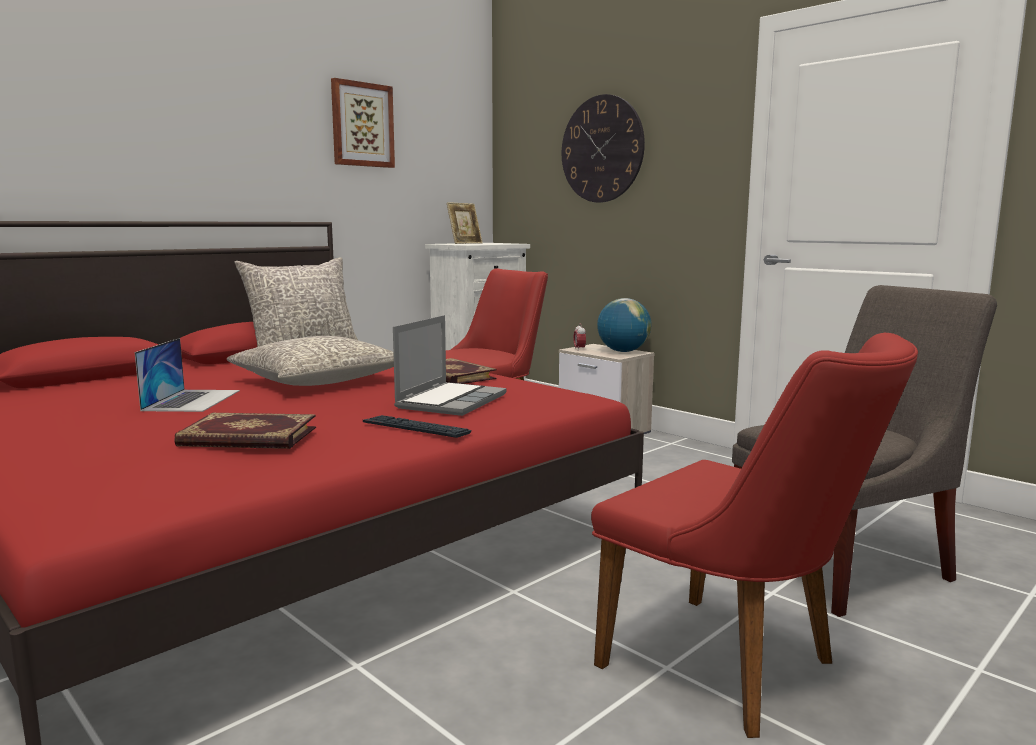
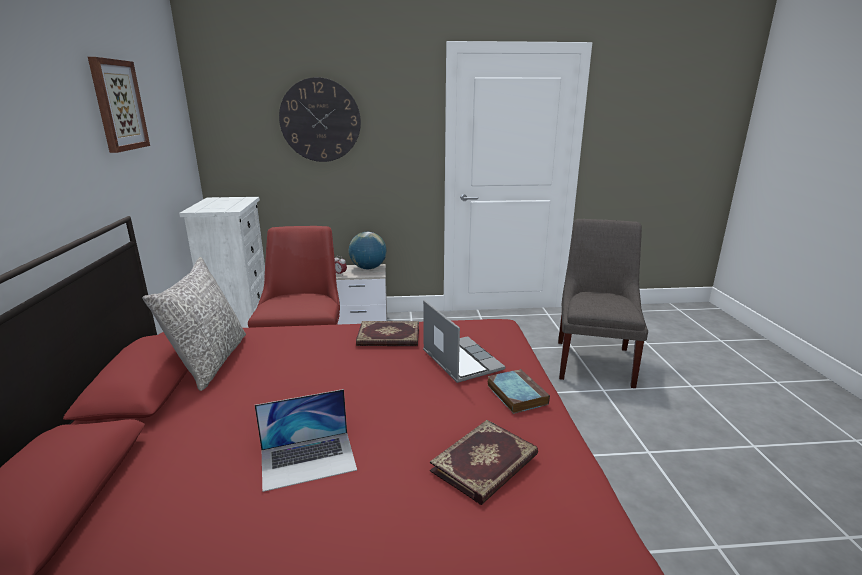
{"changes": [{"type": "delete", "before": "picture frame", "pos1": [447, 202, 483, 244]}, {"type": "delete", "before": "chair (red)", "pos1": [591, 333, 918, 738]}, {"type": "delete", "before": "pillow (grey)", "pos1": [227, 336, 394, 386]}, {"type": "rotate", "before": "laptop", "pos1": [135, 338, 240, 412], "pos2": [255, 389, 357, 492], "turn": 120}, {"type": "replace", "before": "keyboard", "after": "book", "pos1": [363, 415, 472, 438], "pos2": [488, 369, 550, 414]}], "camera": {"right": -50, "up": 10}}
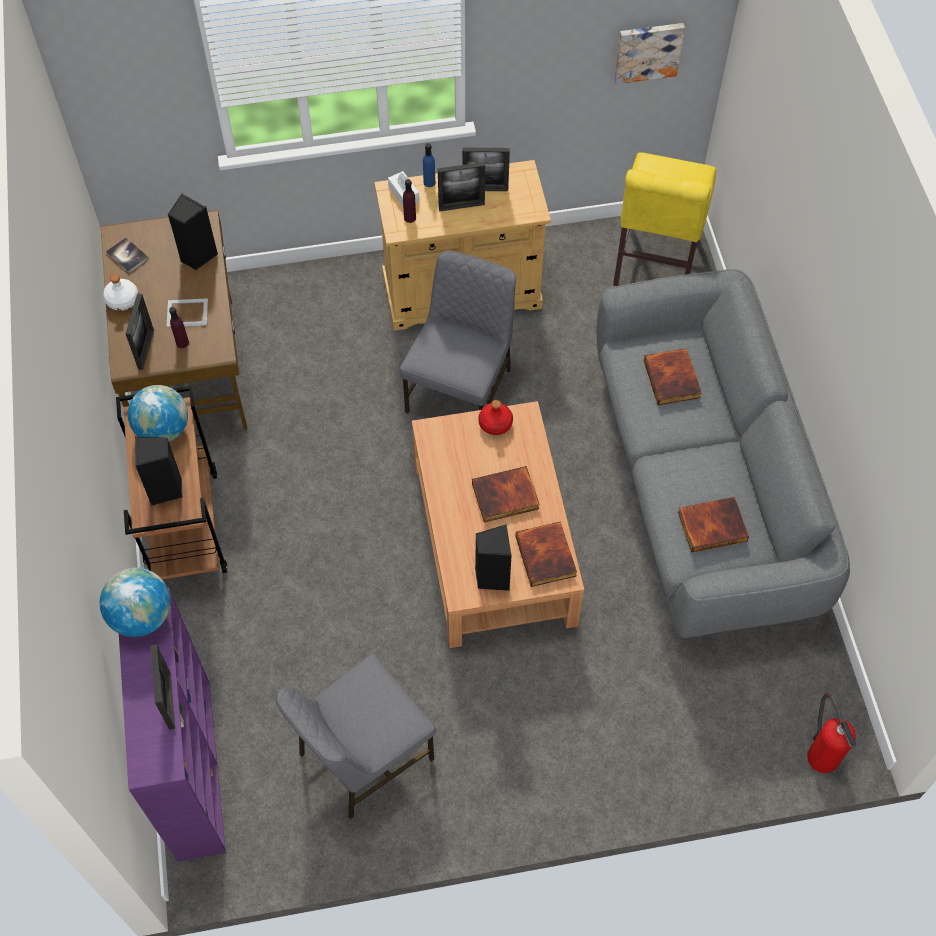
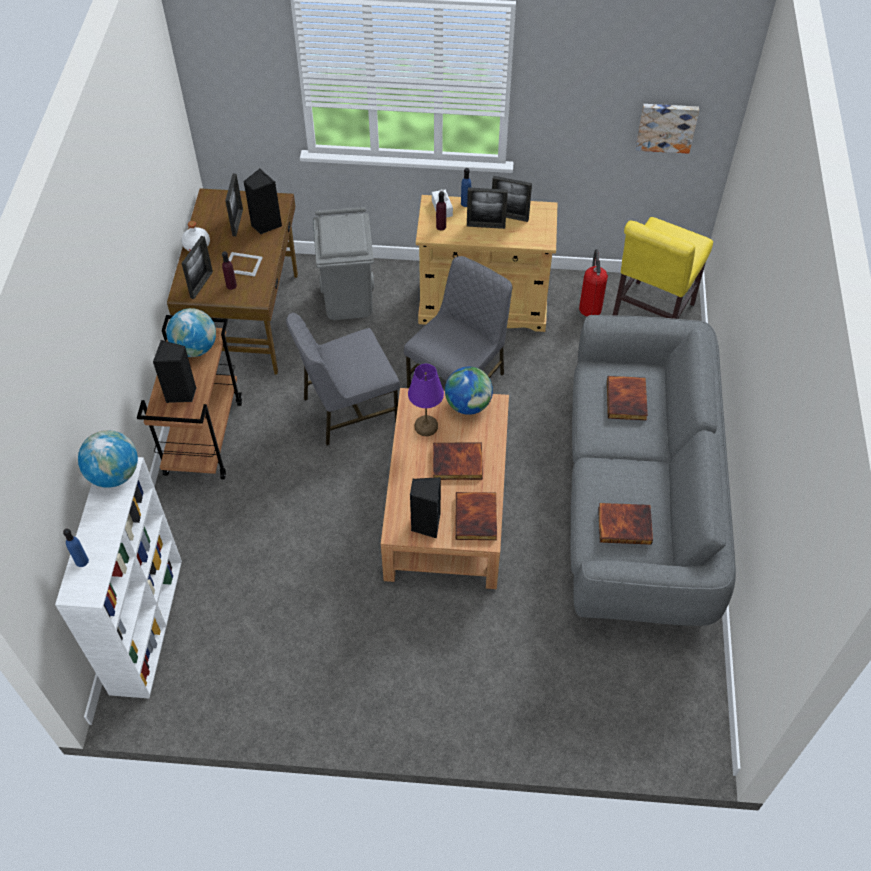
{"changes": [{"type": "delete", "before": "book", "pos1": [106, 237, 149, 273]}, {"type": "replace", "before": "bottle (red)", "after": "globe", "pos1": [478, 400, 513, 435], "pos2": [445, 367, 493, 415]}, {"type": "recolor", "before": "bookcase (purple)", "after": "bookcase (white)", "pos1": [119, 587, 226, 862], "pos2": [55, 457, 182, 699]}, {"type": "move", "before": "picture frame", "pos1": [151, 644, 175, 730], "pos2": [225, 174, 243, 236]}, {"type": "move", "before": "chair (grey)", "pos1": [276, 654, 436, 819], "pos2": [286, 313, 400, 446]}, {"type": "move", "before": "fire extinguisher", "pos1": [807, 692, 856, 773], "pos2": [579, 249, 608, 317]}, {"type": "insert", "after": "trash can (grey)", "pos2": [313, 207, 374, 320]}, {"type": "insert", "after": "table lamp (purple)", "pos2": [408, 364, 444, 436]}, {"type": "insert", "after": "bottle (blue)", "pos2": [63, 529, 89, 567]}], "camera": {"right": 15, "up": -5}}
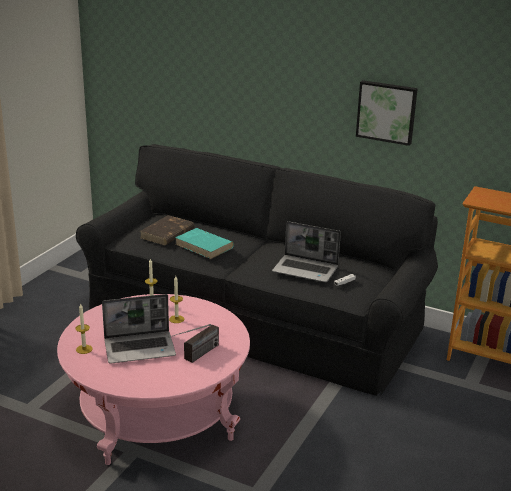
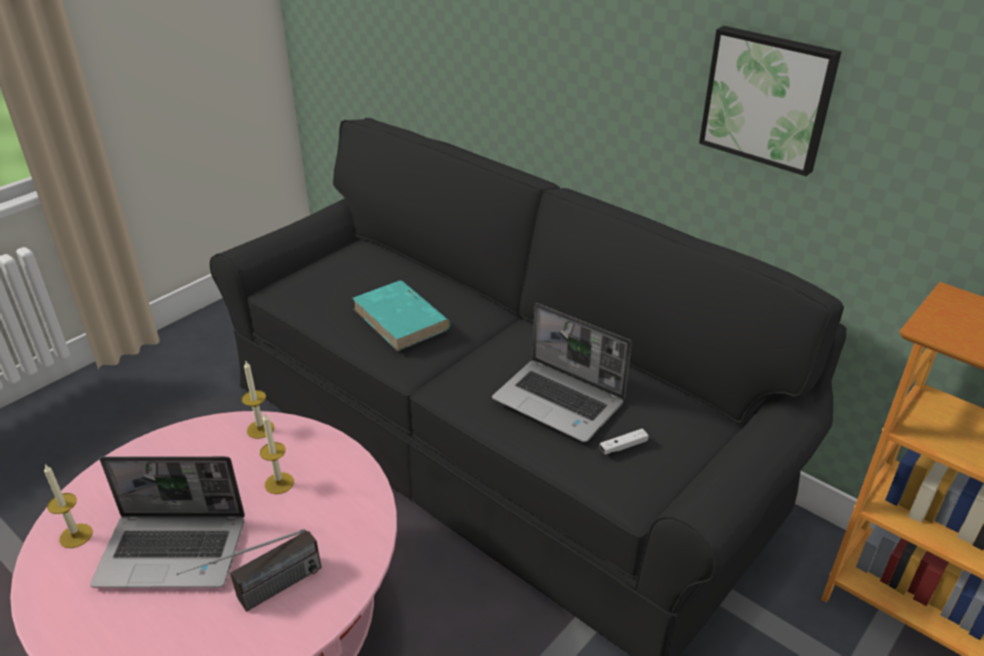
{"changes": [{"type": "delete", "before": "book (brown)", "pos1": [140, 215, 195, 245]}], "camera": {"right": 15, "up": 10}}
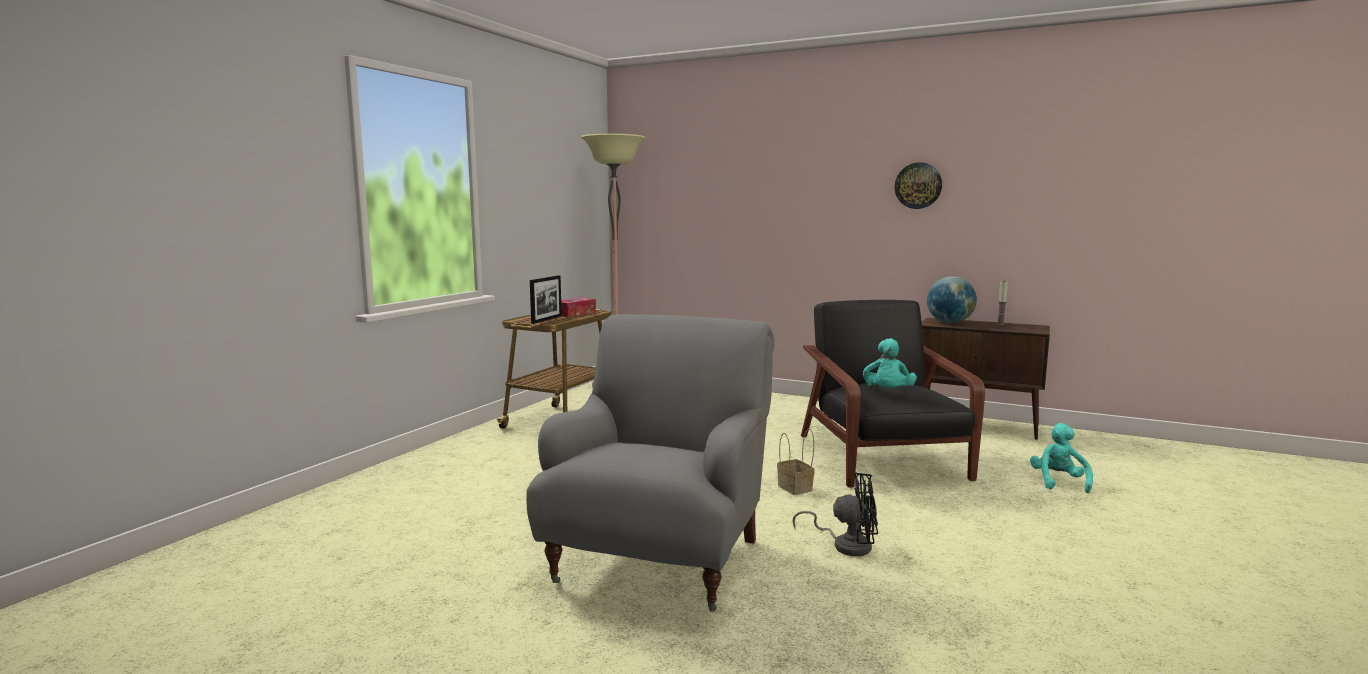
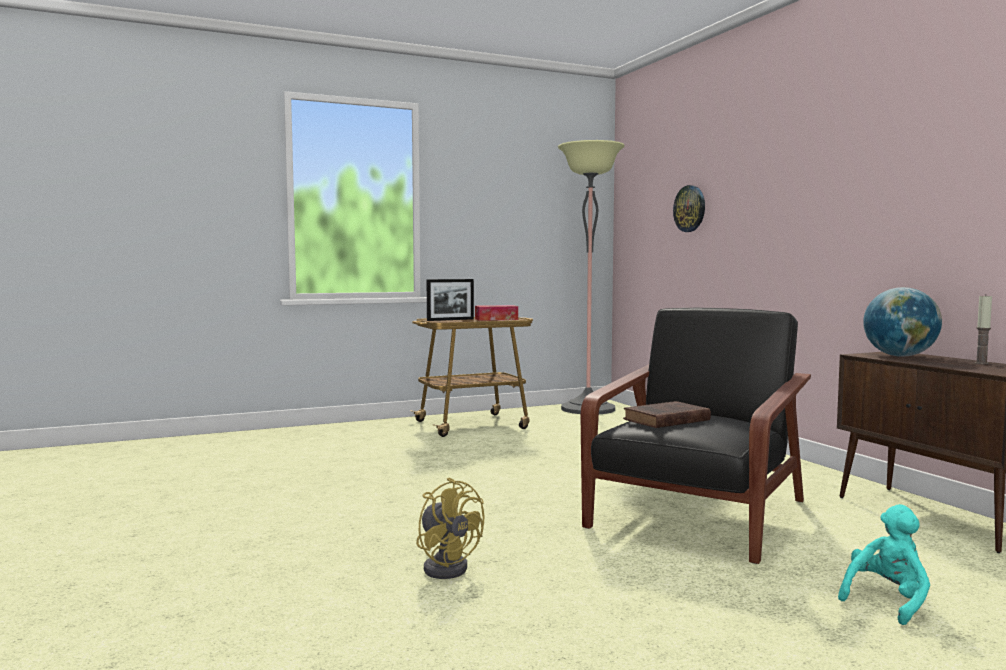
{"changes": [{"type": "move", "before": "wall clock", "pos1": [895, 162, 942, 209], "pos2": [673, 185, 705, 232]}, {"type": "delete", "before": "armchair (grey)", "pos1": [526, 314, 774, 612]}, {"type": "replace", "before": "plush toy (turquoise)", "after": "book (brown)", "pos1": [863, 338, 917, 388], "pos2": [623, 401, 711, 428]}, {"type": "delete", "before": "basket", "pos1": [777, 429, 815, 495]}, {"type": "recolor", "before": "fan (black)", "after": "fan (yellow)", "pos1": [793, 472, 878, 556], "pos2": [416, 477, 484, 579]}], "camera": {"right": 40, "up": -5}}
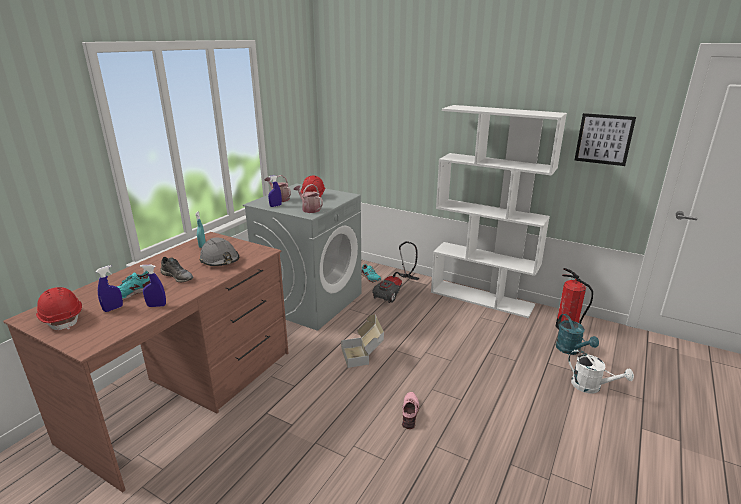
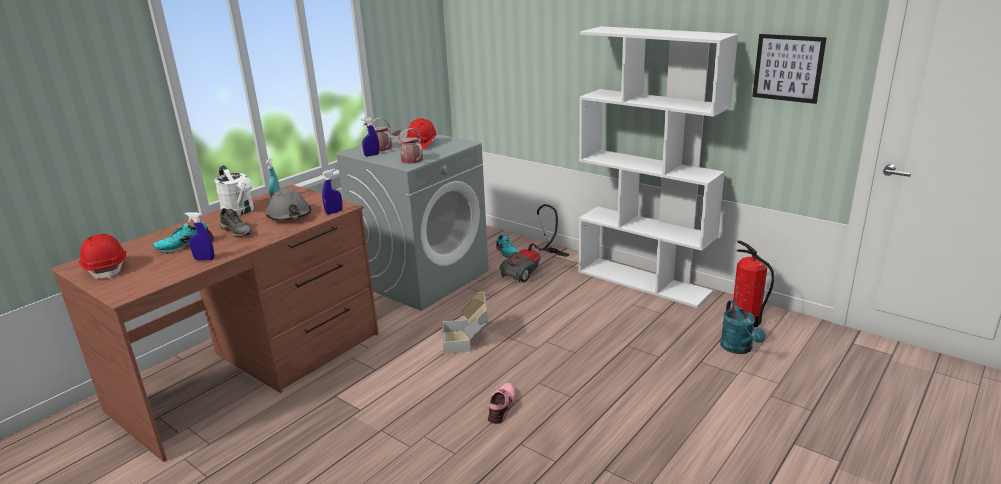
{"changes": [{"type": "move", "before": "spray bottle (blue)", "pos1": [96, 265, 123, 312], "pos2": [322, 169, 343, 215]}, {"type": "move", "before": "watering can (white)", "pos1": [568, 350, 634, 394], "pos2": [214, 165, 254, 215]}], "camera": {"right": 10, "up": 0}}
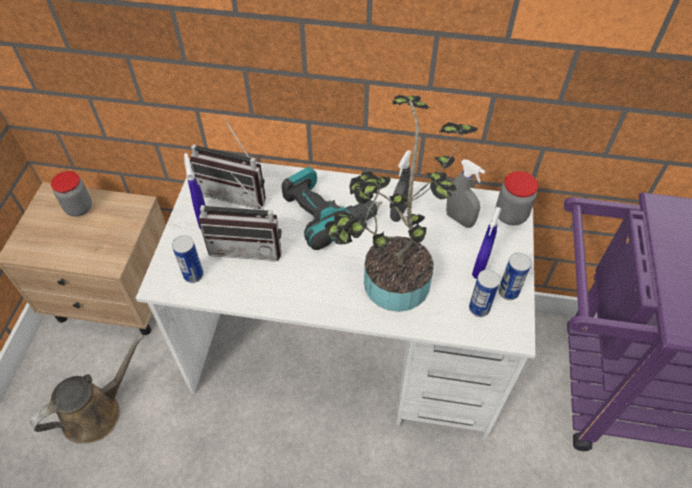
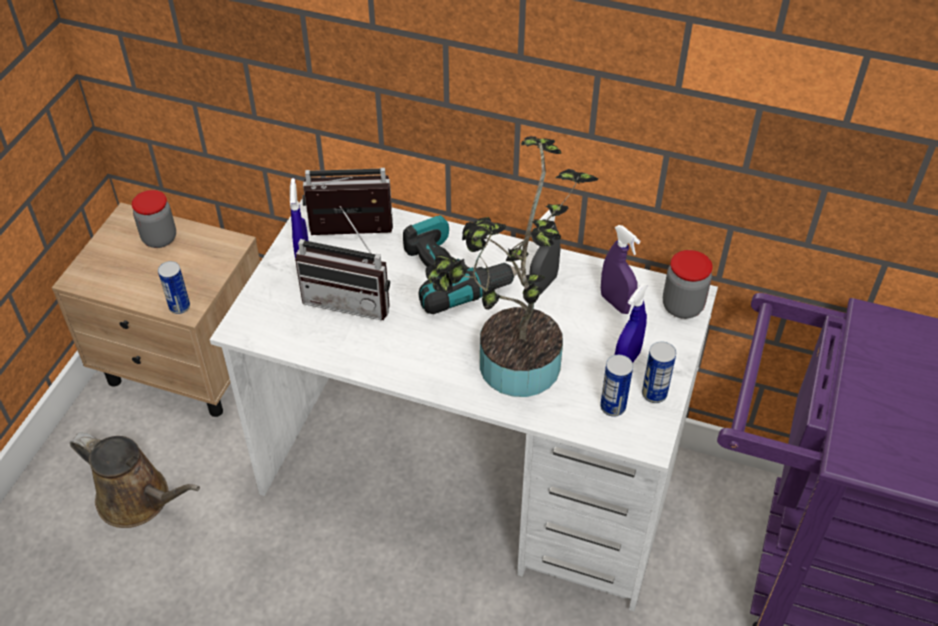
{"changes": [{"type": "rotate", "before": "radio", "pos1": [190, 119, 266, 209], "pos2": [302, 168, 393, 235], "turn": 150}, {"type": "recolor", "before": "spray bottle (grey)", "after": "spray bottle (purple)", "pos1": [446, 159, 485, 228], "pos2": [601, 225, 640, 314]}, {"type": "move", "before": "can", "pos1": [172, 235, 203, 283], "pos2": [158, 261, 190, 314]}, {"type": "rotate", "before": "watering can (brown)", "pos1": [30, 334, 144, 444], "pos2": [70, 432, 200, 528], "turn": 60}], "camera": {"right": 10, "up": -5}}
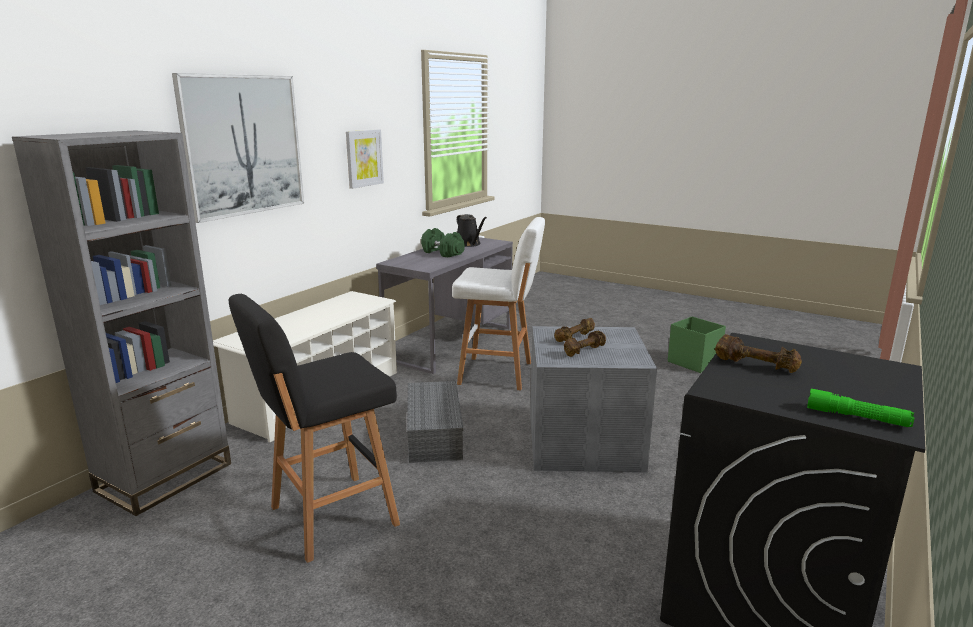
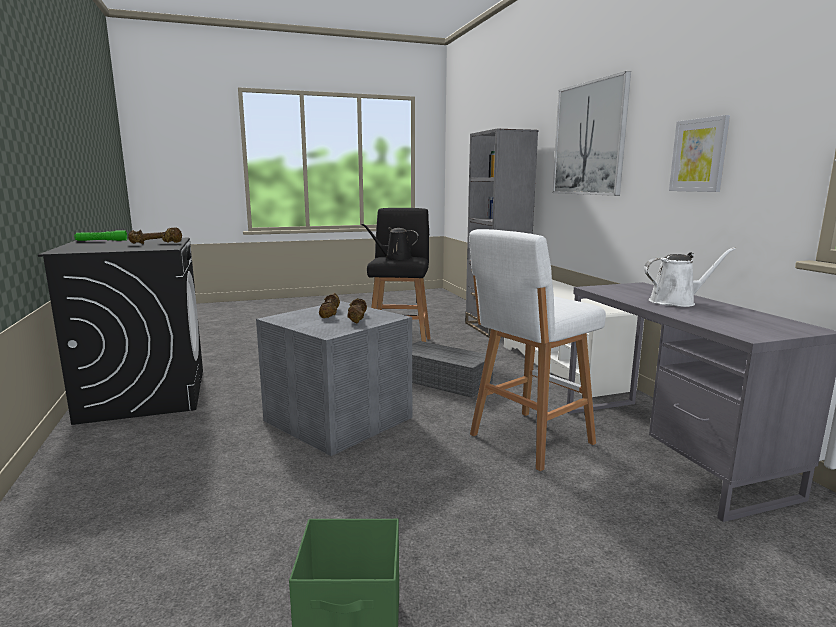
{"changes": [{"type": "move", "before": "watering can (black)", "pos1": [457, 214, 487, 247], "pos2": [361, 224, 419, 260]}, {"type": "replace", "before": "dumbbell (green)", "after": "watering can (white)", "pos1": [421, 228, 465, 257], "pos2": [644, 247, 736, 307]}], "camera": {"right": 130, "up": -5}}
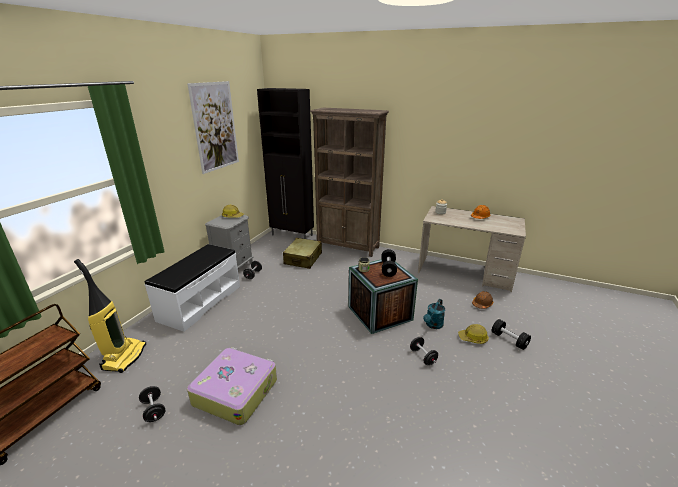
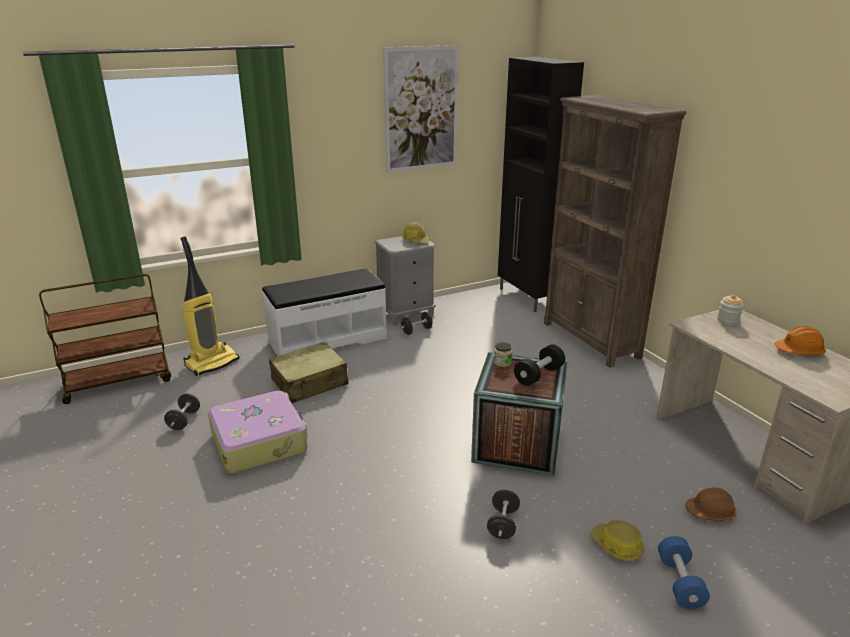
{"changes": [{"type": "move", "before": "suitcase (beige)", "pos1": [283, 238, 322, 269], "pos2": [269, 342, 348, 403]}, {"type": "delete", "before": "watering can (turquoise)", "pos1": [423, 299, 445, 329]}, {"type": "recolor", "before": "dumbbell (black)", "after": "dumbbell (blue)", "pos1": [492, 319, 531, 350], "pos2": [658, 536, 710, 609]}], "camera": {"right": 40, "up": 0}}
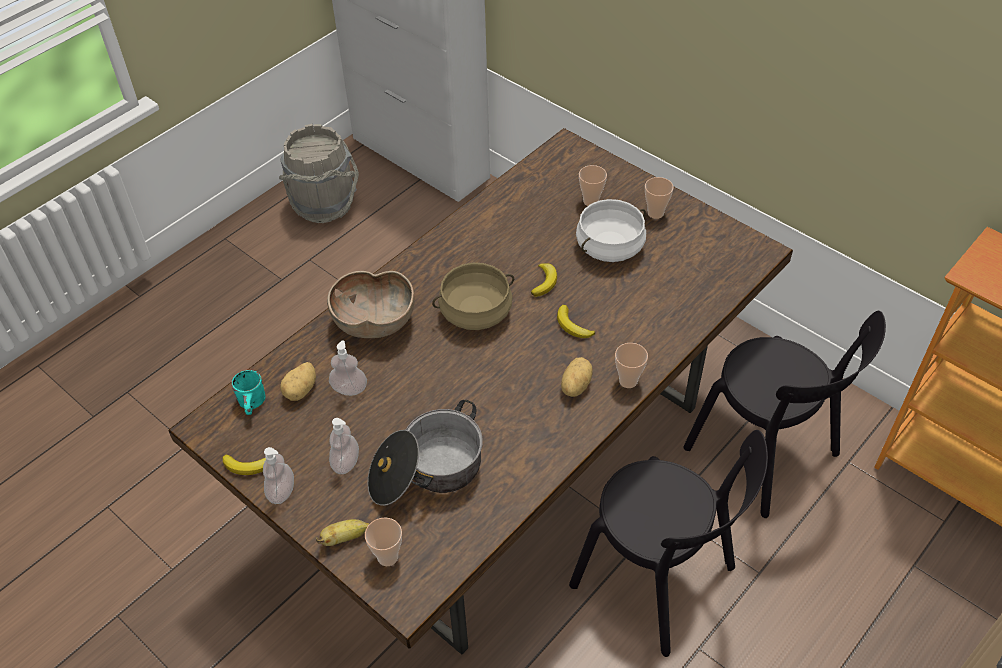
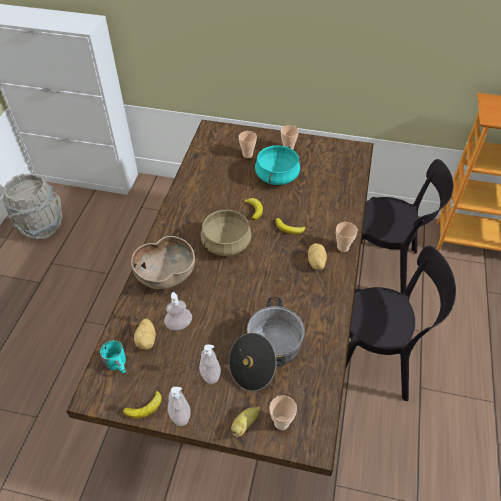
{"changes": [{"type": "recolor", "before": "cooking pot (white)", "after": "cooking pot (turquoise)", "pos1": [576, 199, 646, 262], "pos2": [255, 145, 300, 185]}], "camera": {"right": -30, "up": 0}}
